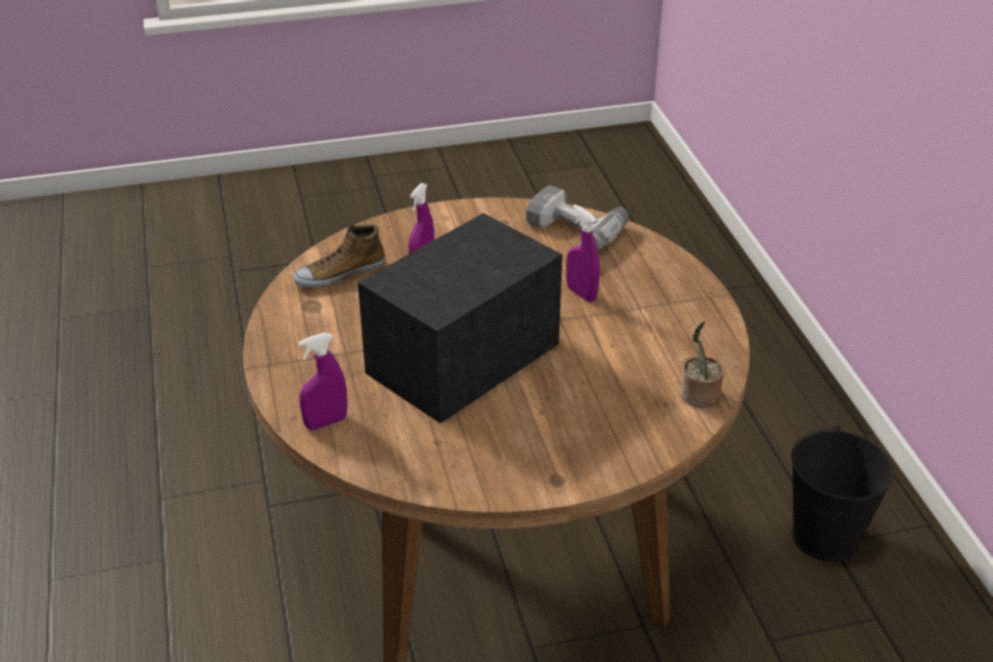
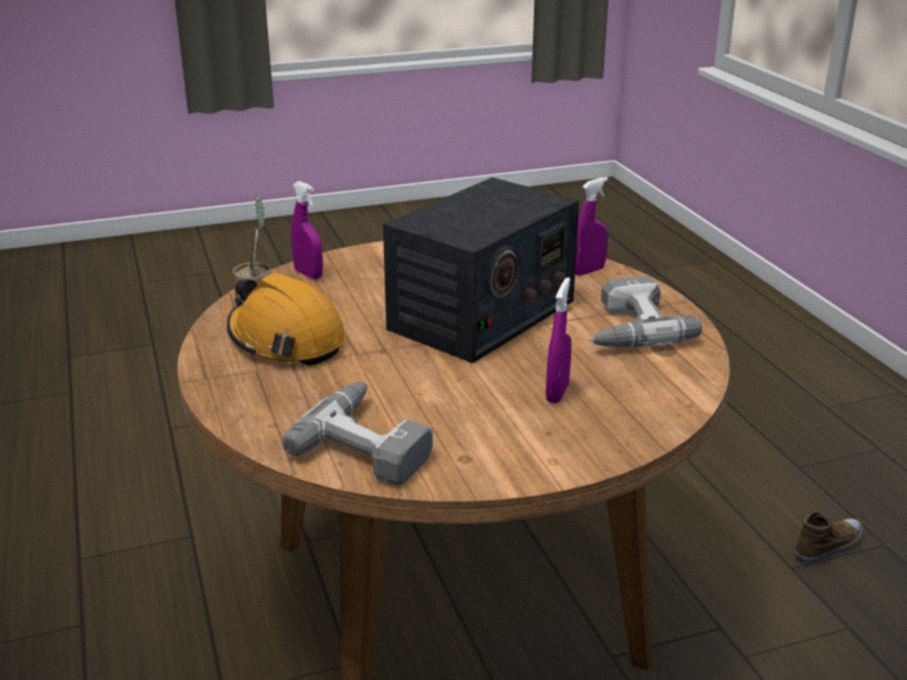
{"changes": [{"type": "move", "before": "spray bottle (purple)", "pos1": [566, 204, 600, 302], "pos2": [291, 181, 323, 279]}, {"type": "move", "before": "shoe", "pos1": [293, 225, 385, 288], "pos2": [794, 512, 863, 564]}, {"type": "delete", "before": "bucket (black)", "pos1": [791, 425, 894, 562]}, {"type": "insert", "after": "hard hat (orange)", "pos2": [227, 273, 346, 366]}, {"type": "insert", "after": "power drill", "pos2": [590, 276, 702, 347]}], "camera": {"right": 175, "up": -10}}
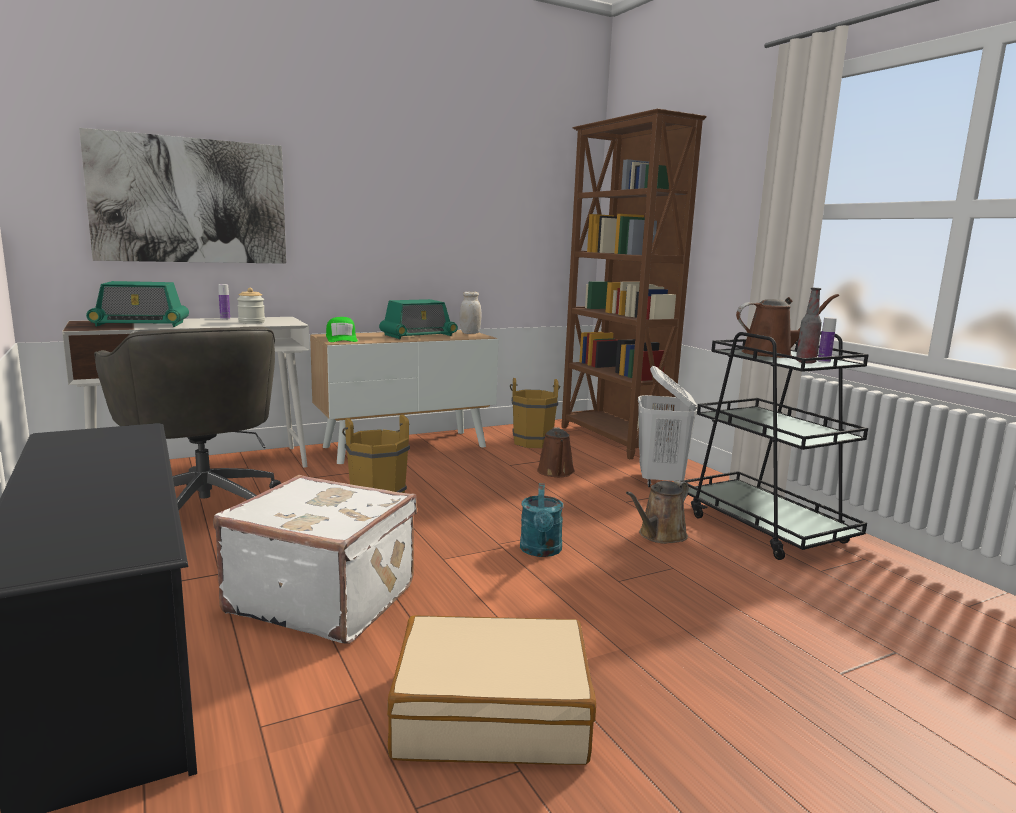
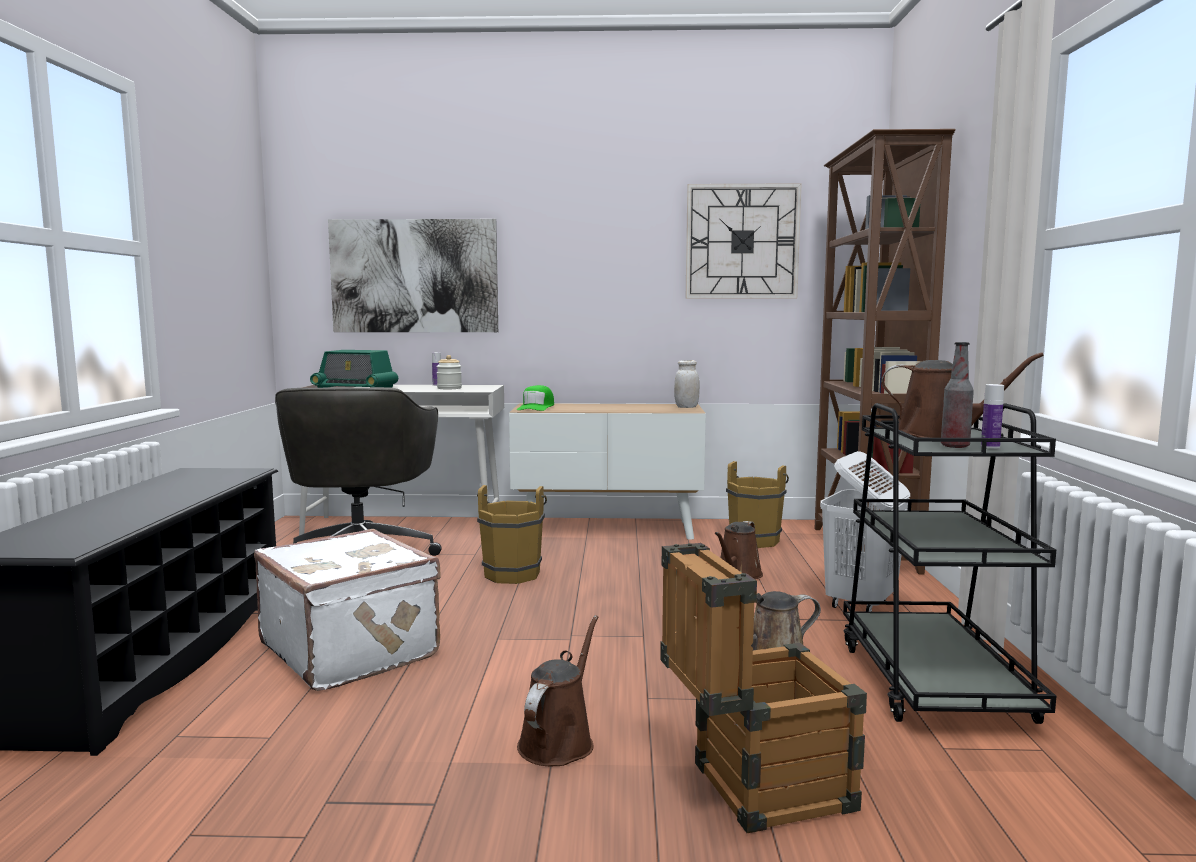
{"changes": [{"type": "delete", "before": "radio", "pos1": [379, 299, 458, 339]}, {"type": "delete", "before": "watering can (turquoise)", "pos1": [520, 483, 563, 557]}, {"type": "delete", "before": "suitcase (beige)", "pos1": [387, 615, 596, 765]}, {"type": "insert", "after": "wall clock", "pos2": [686, 183, 802, 299]}, {"type": "insert", "after": "crate", "pos2": [660, 543, 867, 833]}, {"type": "insert", "after": "watering can (brown)", "pos2": [517, 615, 599, 767]}], "camera": {"right": 30, "up": -5}}
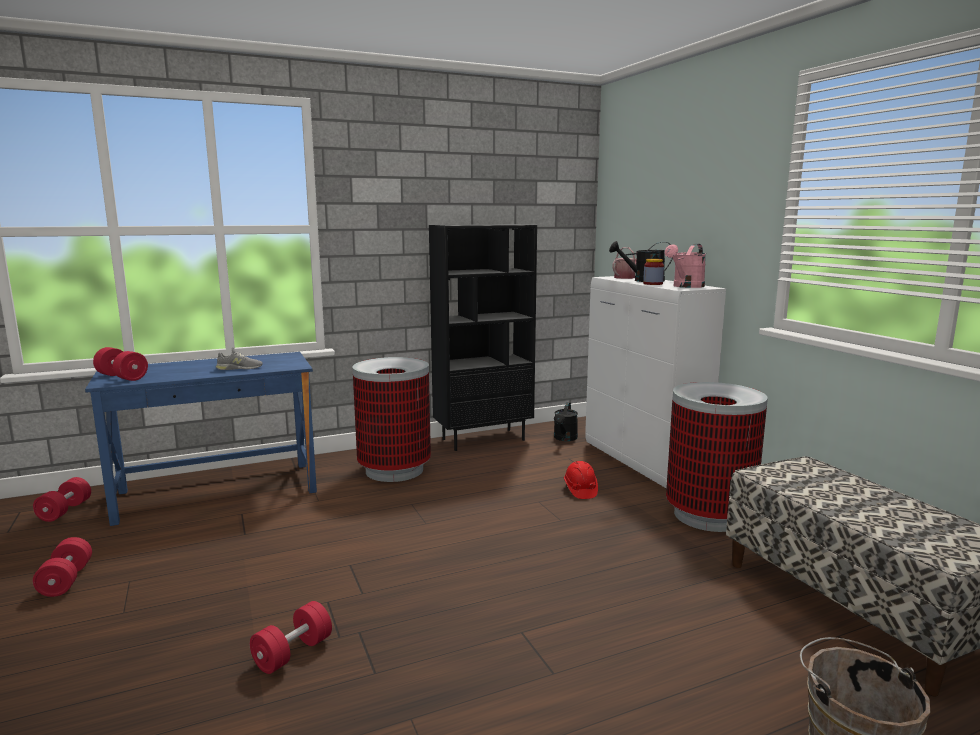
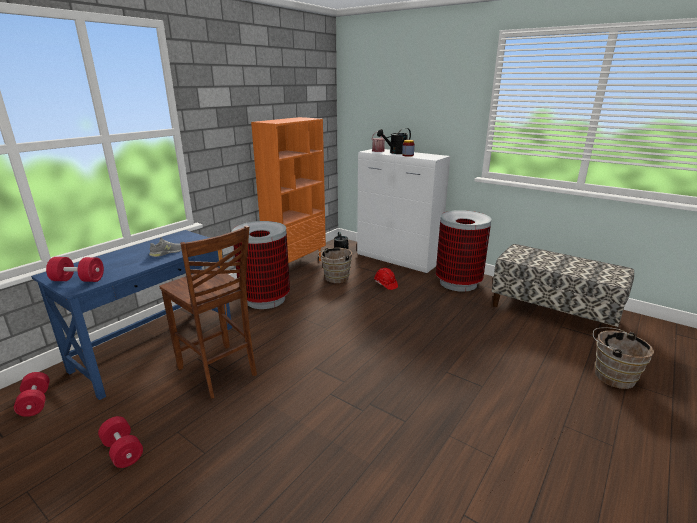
{"changes": [{"type": "recolor", "before": "bookcase (black)", "after": "bookcase (orange)", "pos1": [429, 224, 537, 451], "pos2": [251, 117, 326, 263]}, {"type": "delete", "before": "watering can (pink)", "pos1": [665, 244, 706, 288]}, {"type": "delete", "before": "dumbbell (red)", "pos1": [250, 601, 332, 674]}, {"type": "insert", "after": "chair (brown)", "pos2": [159, 226, 257, 399]}, {"type": "insert", "after": "bucket (brown)", "pos2": [318, 248, 352, 283]}], "camera": {"right": -30, "up": 10}}
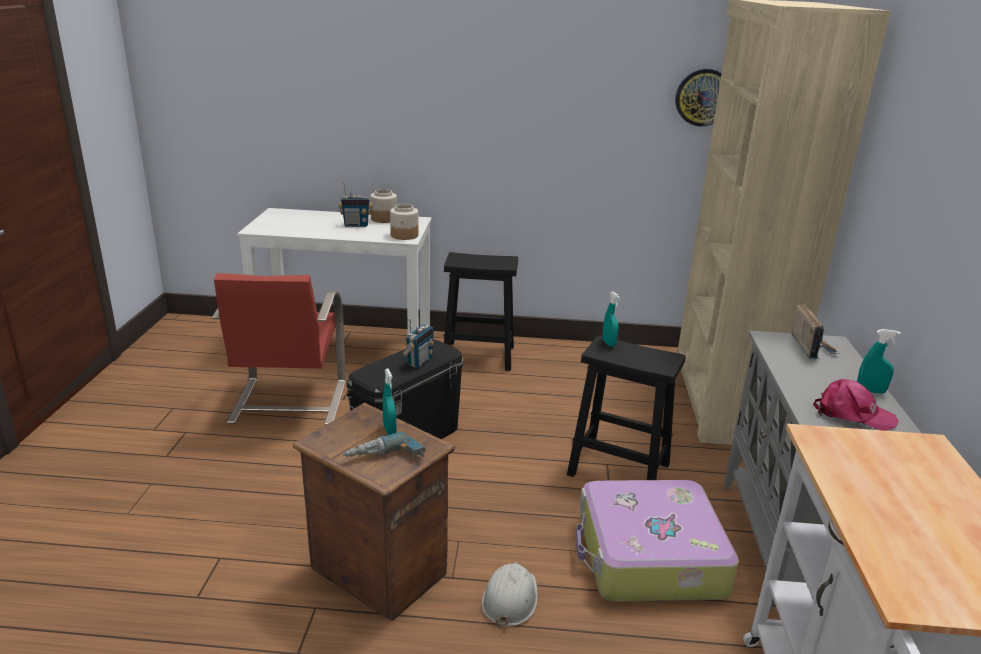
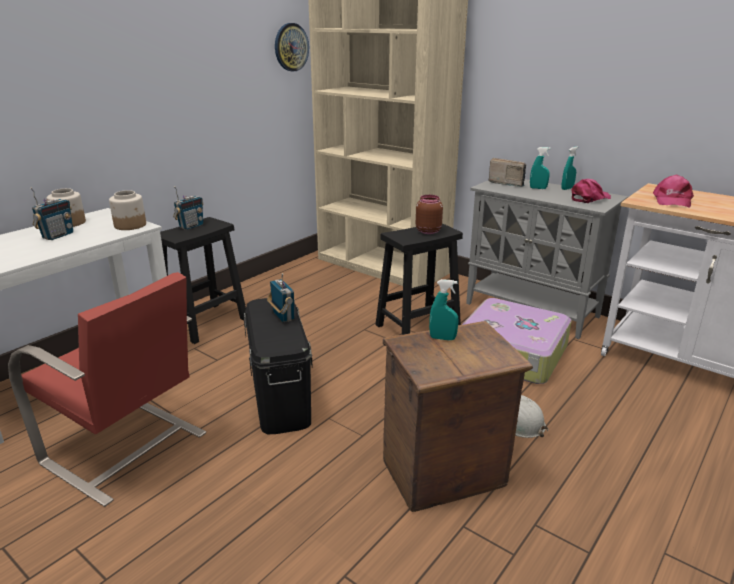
{"changes": [{"type": "move", "before": "spray bottle (turquoise)", "pos1": [602, 292, 620, 347], "pos2": [530, 147, 551, 189]}, {"type": "delete", "before": "power drill", "pos1": [343, 432, 425, 457]}, {"type": "insert", "after": "cap (pink)", "pos2": [653, 174, 694, 208]}, {"type": "insert", "after": "radio", "pos2": [173, 186, 203, 230]}, {"type": "insert", "after": "jar (brown)", "pos2": [416, 195, 443, 234]}], "camera": {"right": -55, "up": 0}}
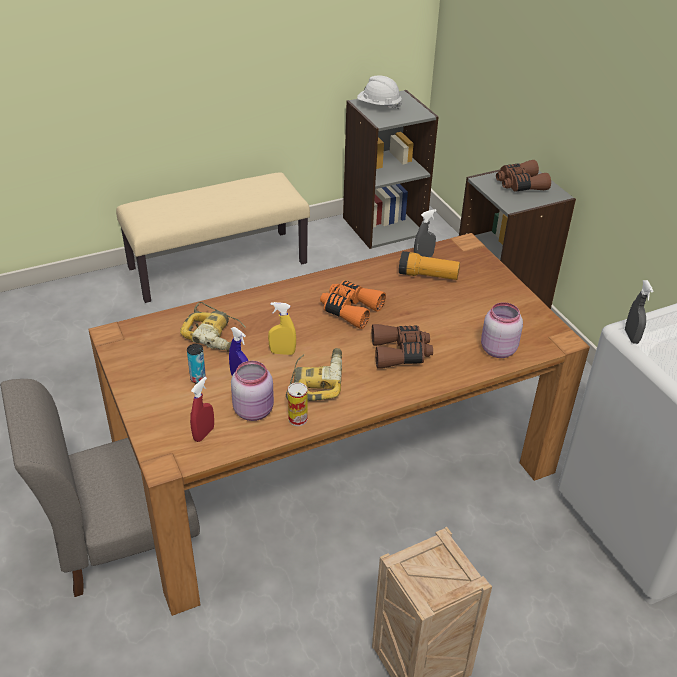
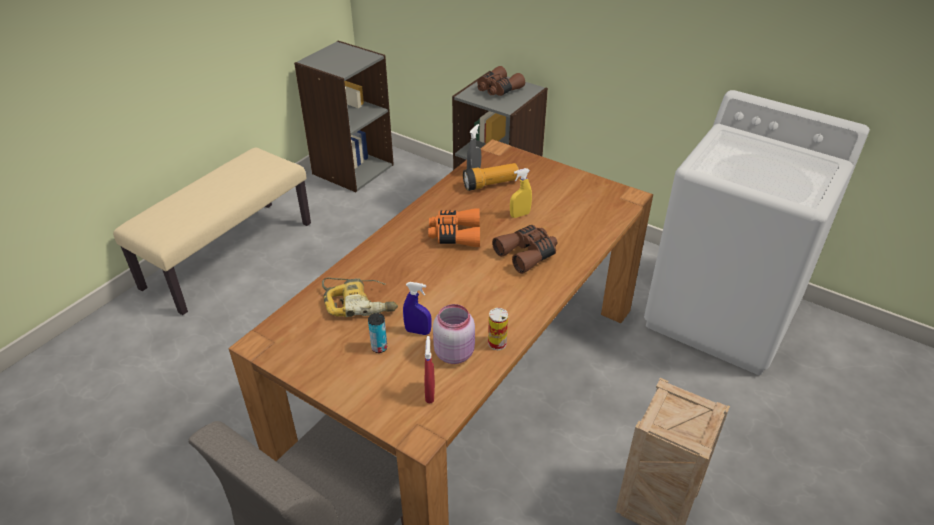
{"changes": [{"type": "delete", "before": "hard hat (white)", "pos1": [357, 75, 402, 109]}, {"type": "delete", "before": "spray bottle (grey)", "pos1": [625, 280, 653, 344]}, {"type": "move", "before": "spray bottle (yellow)", "pos1": [268, 302, 296, 355], "pos2": [510, 168, 532, 218]}, {"type": "delete", "before": "jar (pink)", "pos1": [481, 302, 523, 358]}, {"type": "delete", "before": "power drill", "pos1": [286, 348, 342, 401]}], "camera": {"right": -30, "up": 0}}
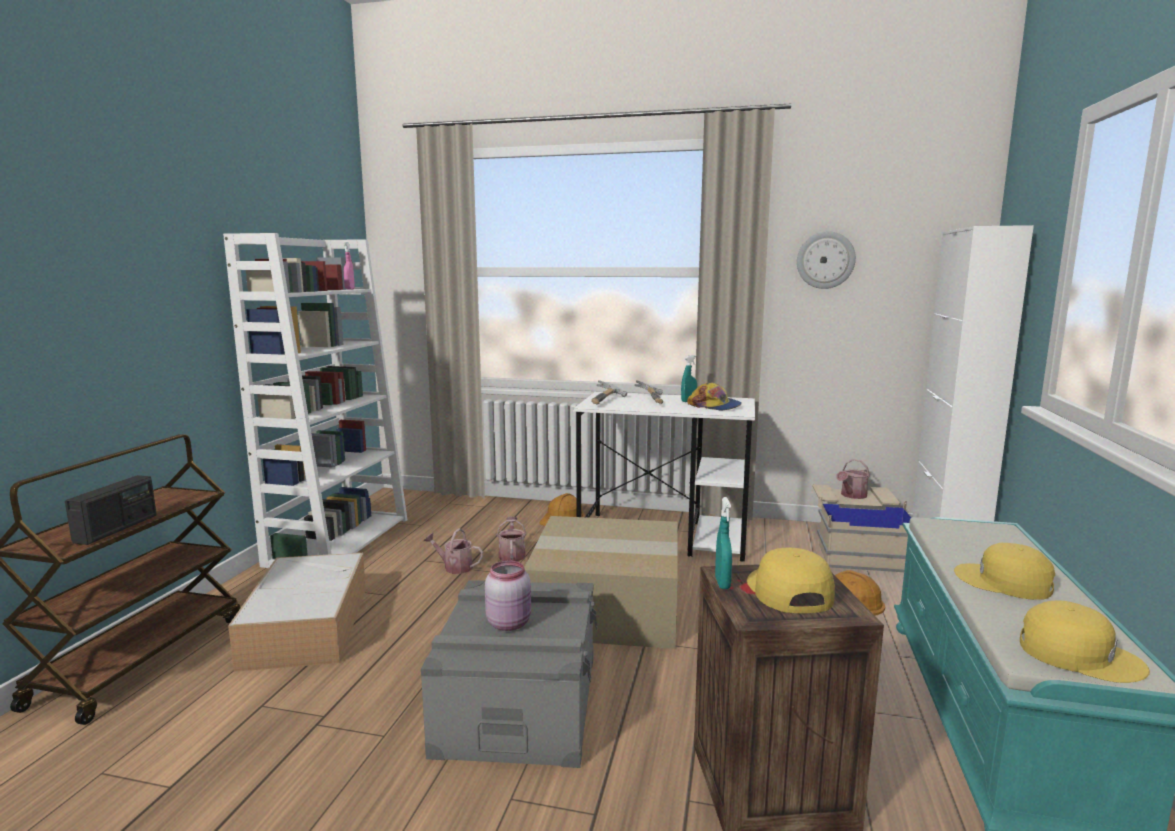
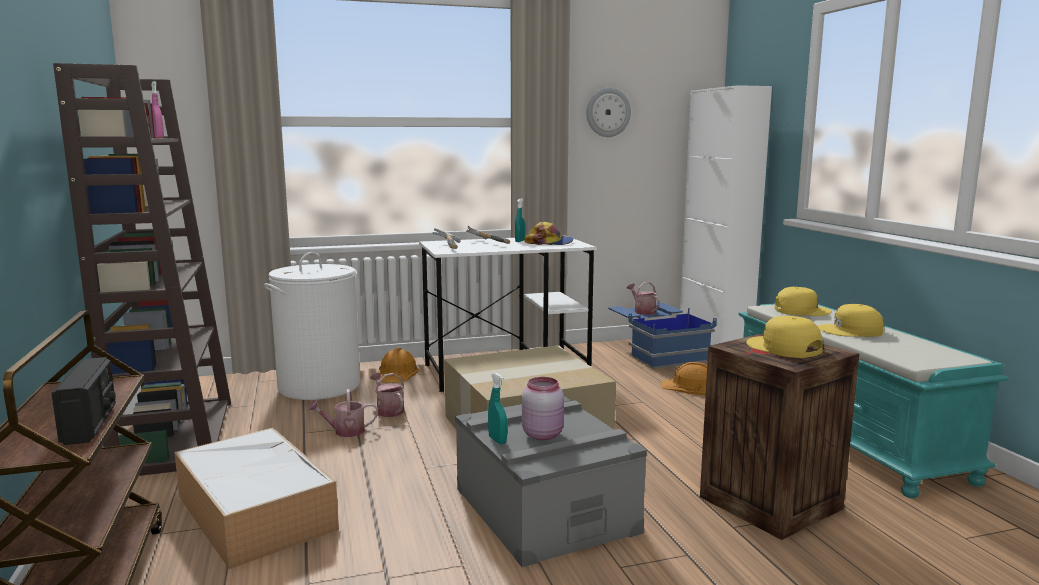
{"changes": [{"type": "recolor", "before": "bookcase (white)", "after": "bookcase (brown)", "pos1": [223, 233, 407, 568], "pos2": [53, 63, 231, 476]}, {"type": "rotate", "before": "watering can", "pos1": [837, 459, 870, 499], "pos2": [627, 282, 660, 315], "turn": 135}, {"type": "recolor", "before": "storage box (beige)", "after": "storage box (blue)", "pos1": [812, 484, 912, 572], "pos2": [609, 302, 717, 369]}, {"type": "move", "before": "spray bottle (turquoise)", "pos1": [715, 497, 732, 589], "pos2": [488, 373, 507, 444]}, {"type": "move", "before": "cap (yellow)", "pos1": [1020, 600, 1150, 683], "pos2": [774, 287, 832, 316]}, {"type": "insert", "after": "laundry basket (white)", "pos2": [264, 252, 360, 400]}], "camera": {"right": -30, "up": 0}}
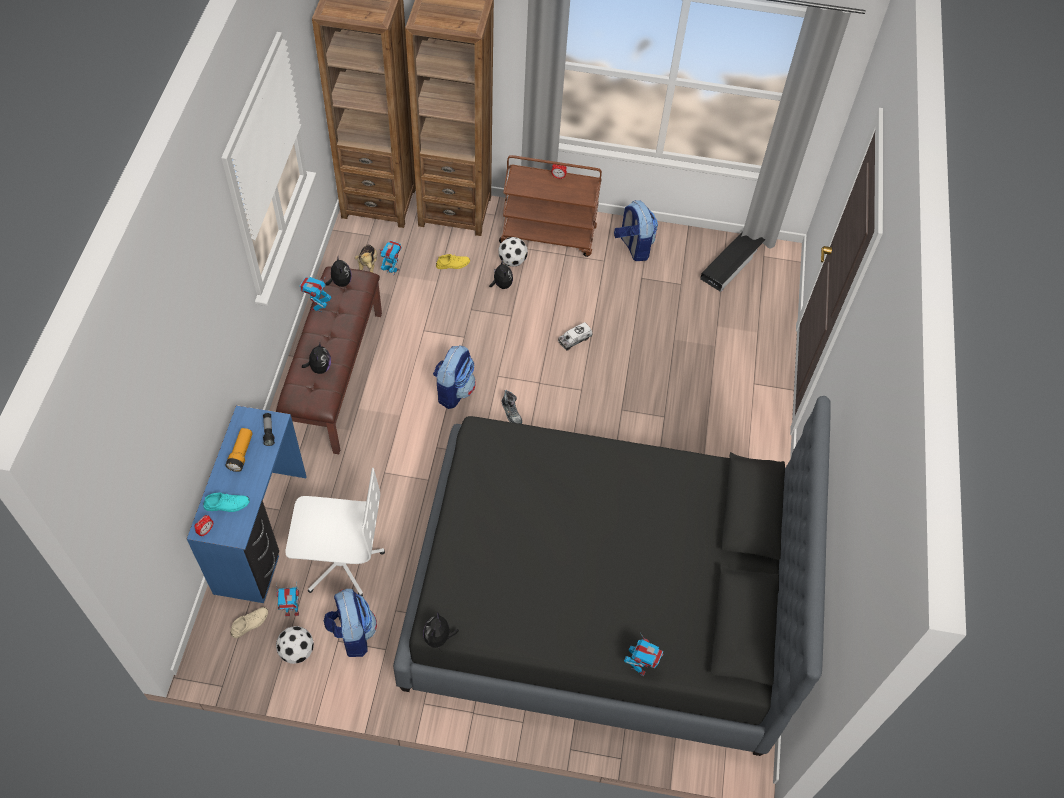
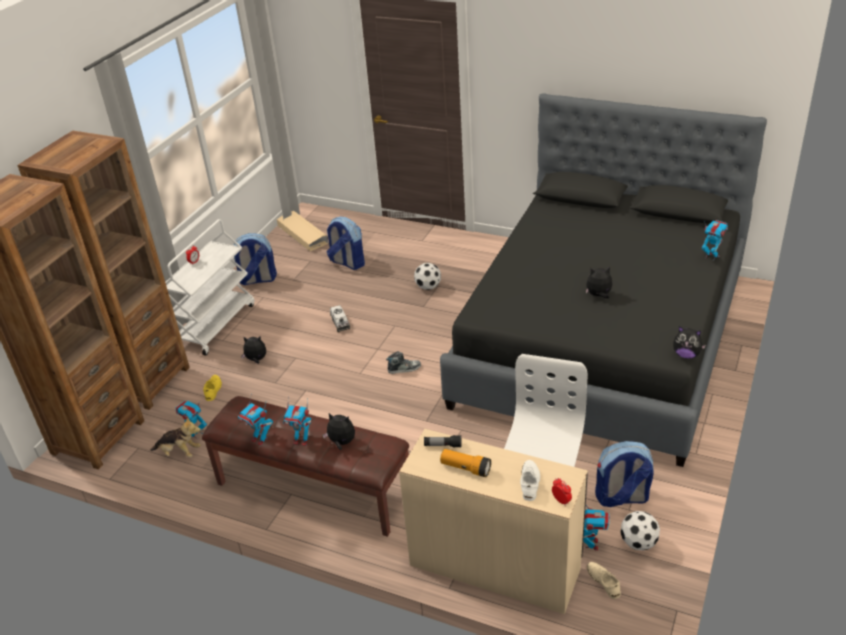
{"changes": [{"type": "recolor", "before": "cart (brown)", "after": "cart (white)", "pos1": [499, 155, 602, 257], "pos2": [165, 219, 254, 356]}, {"type": "recolor", "before": "storage box (black)", "after": "storage box (beige)", "pos1": [700, 231, 765, 292], "pos2": [277, 211, 328, 251]}, {"type": "move", "before": "football", "pos1": [498, 237, 528, 266], "pos2": [414, 263, 441, 290]}, {"type": "move", "before": "plush toy", "pos1": [326, 258, 352, 287], "pos2": [586, 267, 612, 298]}, {"type": "move", "before": "backpack", "pos1": [433, 345, 476, 409], "pos2": [326, 217, 365, 270]}, {"type": "recolor", "before": "desk (blue)", "after": "desk (beige)", "pos1": [187, 405, 307, 603], "pos2": [399, 429, 588, 614]}, {"type": "recolor", "before": "shoe (turquoise)", "after": "shoe (white)", "pos1": [203, 493, 250, 512], "pos2": [520, 460, 540, 501]}, {"type": "insert", "after": "toy robot", "pos2": [283, 396, 311, 446]}], "camera": {"right": -70, "up": -20}}
